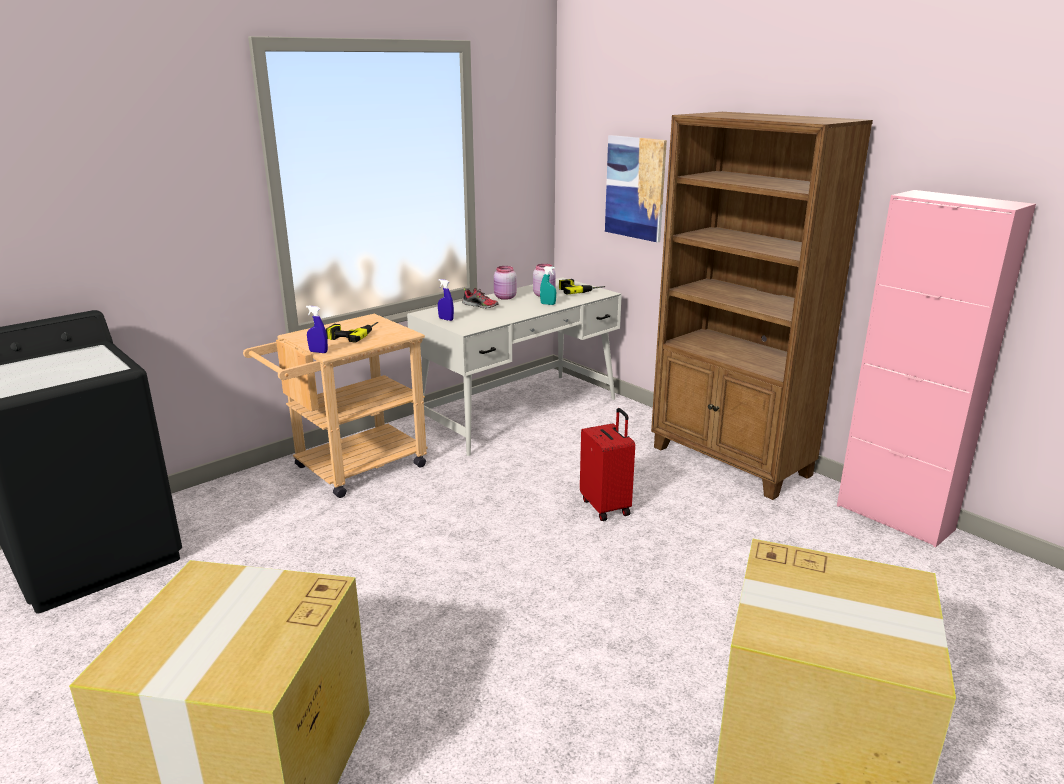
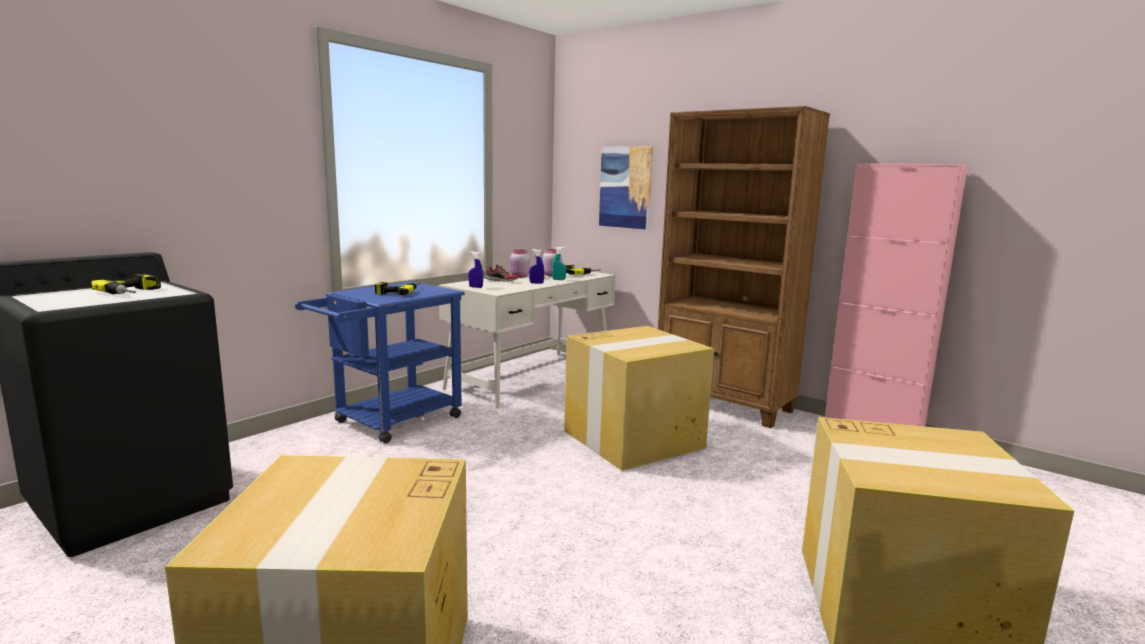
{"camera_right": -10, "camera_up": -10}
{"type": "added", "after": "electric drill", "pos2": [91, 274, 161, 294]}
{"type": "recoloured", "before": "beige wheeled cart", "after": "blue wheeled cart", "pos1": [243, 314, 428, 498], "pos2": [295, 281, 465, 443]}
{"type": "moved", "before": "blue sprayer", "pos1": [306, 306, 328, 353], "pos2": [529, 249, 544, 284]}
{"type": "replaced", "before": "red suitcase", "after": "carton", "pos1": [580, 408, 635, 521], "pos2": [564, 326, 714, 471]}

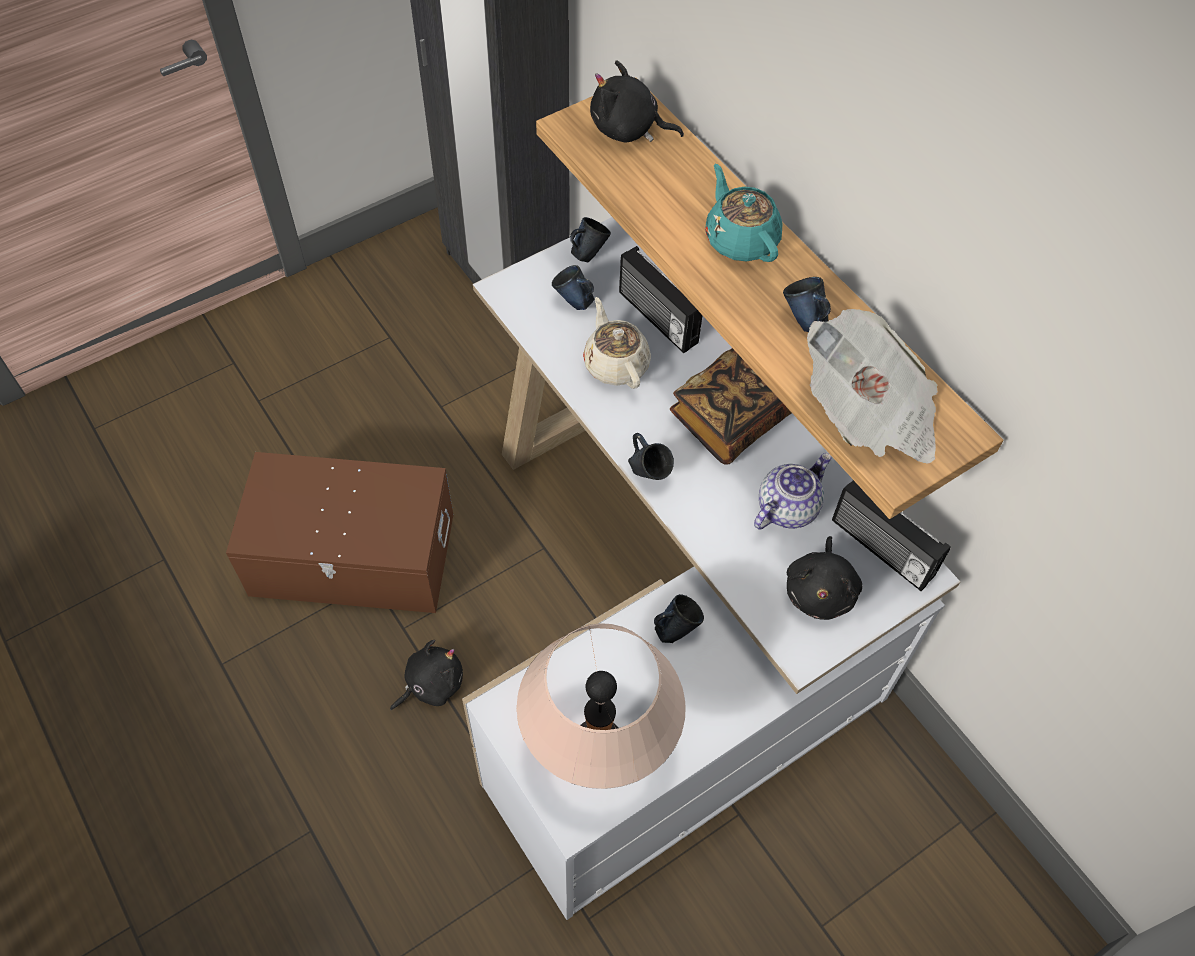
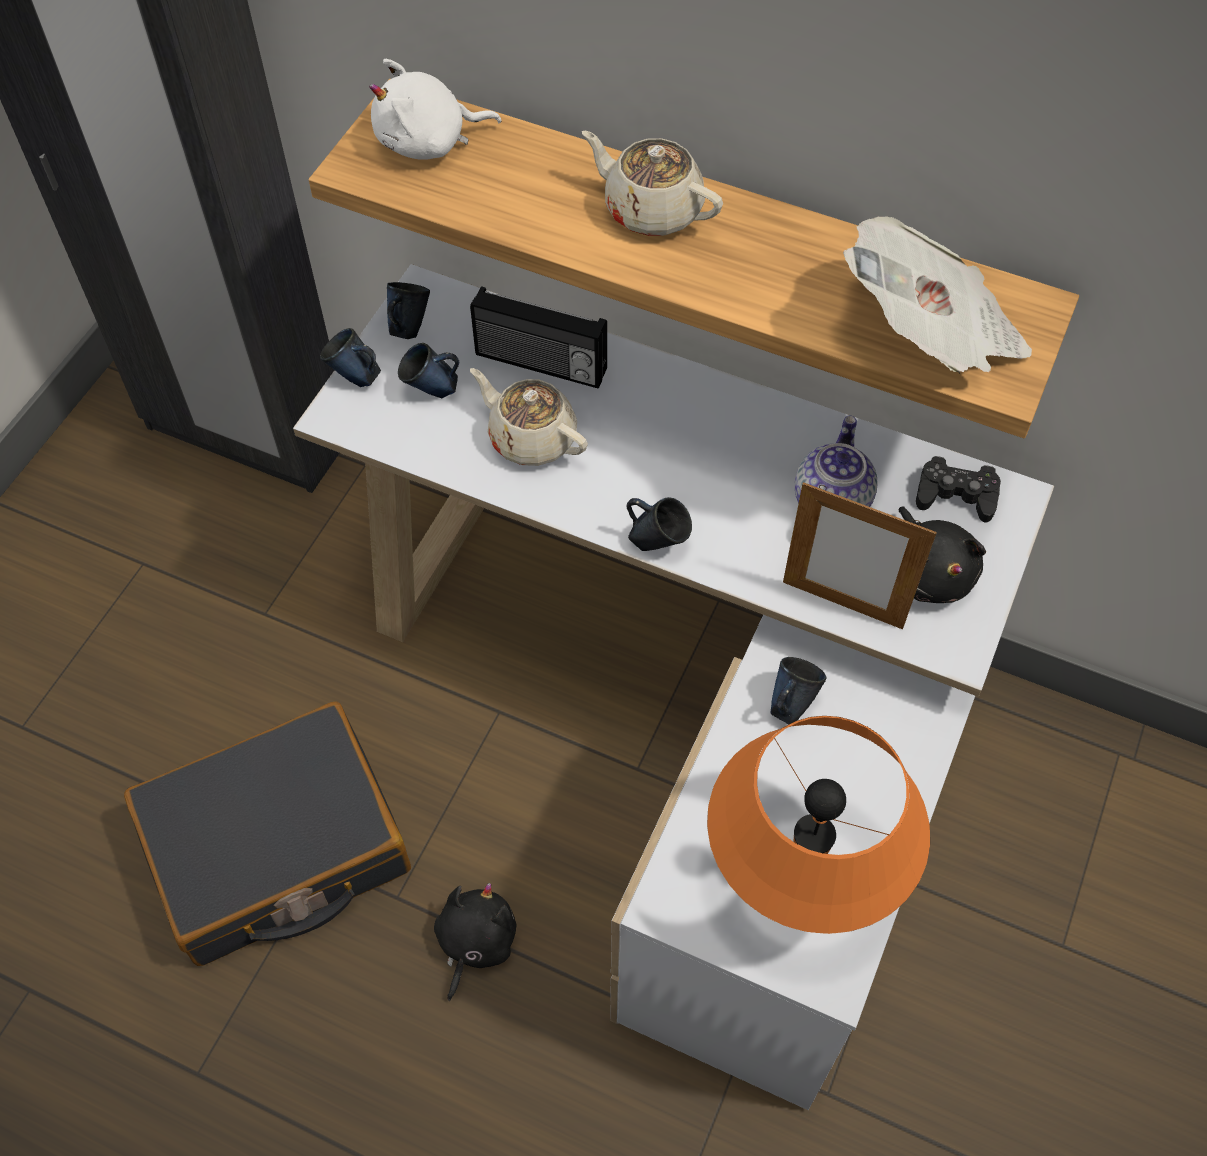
{"camera_right": -30, "camera_up": 0}
{"type": "replaced", "before": "brown-coloured storage container", "after": "blackish suitcase", "pos1": [226, 452, 453, 613], "pos2": [124, 702, 411, 966]}
{"type": "moved", "before": "blue coffee mug", "pos1": [783, 277, 831, 332], "pos2": [320, 328, 381, 387]}
{"type": "recoloured", "before": "blackish plush toy", "after": "whitish plush toy", "pos1": [590, 60, 684, 143], "pos2": [369, 59, 502, 160]}
{"type": "recoloured", "before": "turquoise tea pot", "after": "beige tea pot", "pos1": [705, 164, 782, 262], "pos2": [582, 131, 723, 236]}
{"type": "recoloured", "before": "beige tabletop lamp", "after": "orange-coloured tabletop lamp", "pos1": [517, 623, 685, 789], "pos2": [707, 716, 930, 934]}
{"type": "added", "after": "photo frame", "pos2": [783, 482, 937, 629]}
{"type": "replaced", "before": "radio", "after": "blackish gamepad", "pos1": [832, 480, 951, 591], "pos2": [916, 456, 1001, 523]}
{"type": "removed", "before": "volume", "pos1": [670, 348, 792, 465]}

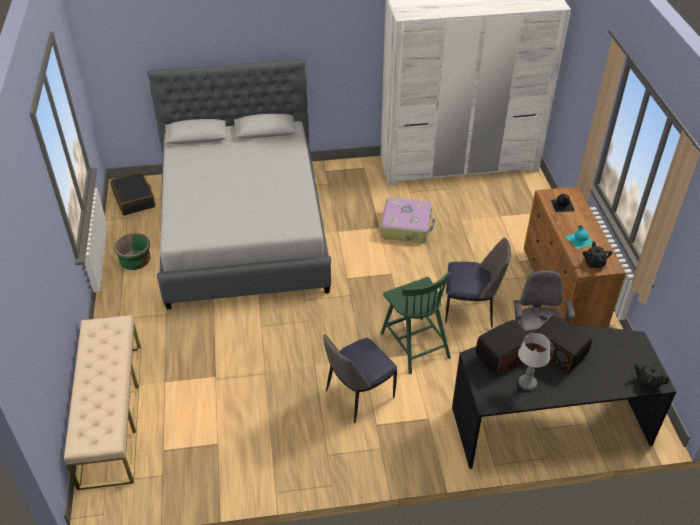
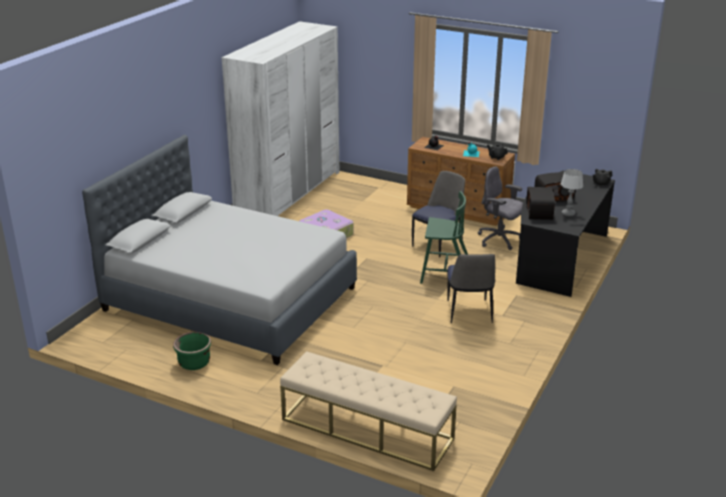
{"camera_right": -55, "camera_up": -15}
{"type": "removed", "before": "blackish suitcase", "pos1": [110, 172, 155, 216]}

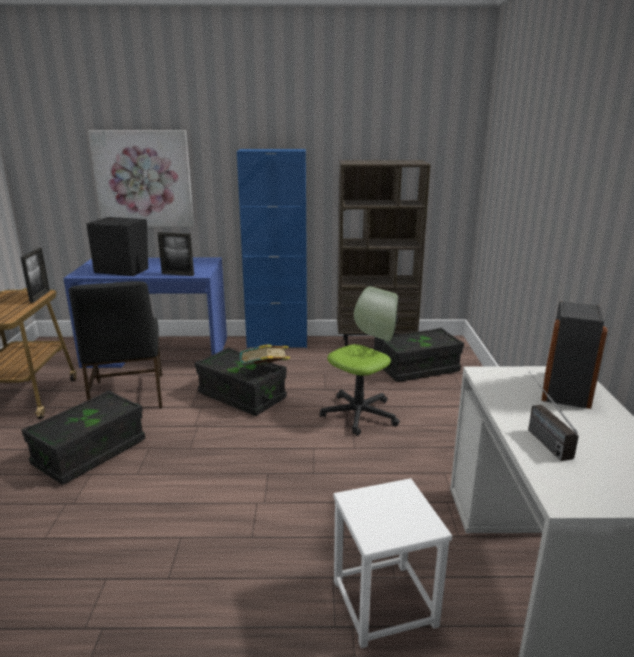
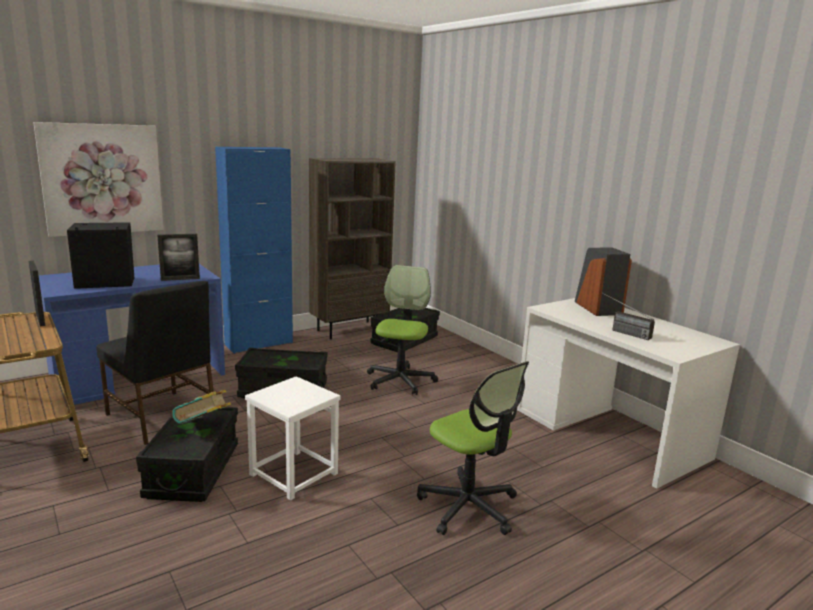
{"camera_right": -35, "camera_up": -5}
{"type": "moved", "before": "volume", "pos1": [240, 344, 290, 364], "pos2": [172, 390, 231, 424]}
{"type": "moved", "before": "whitish stool seat", "pos1": [333, 478, 452, 648], "pos2": [245, 376, 340, 500]}
{"type": "added", "after": "desk chair", "pos2": [417, 361, 529, 535]}

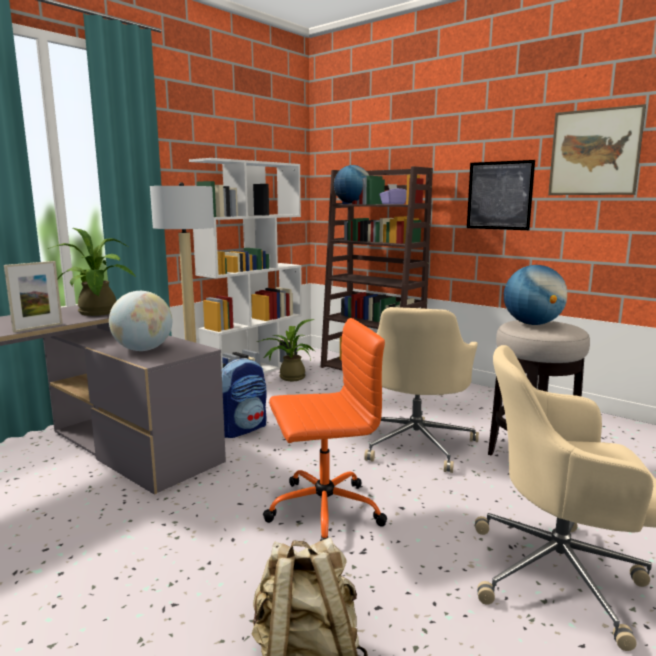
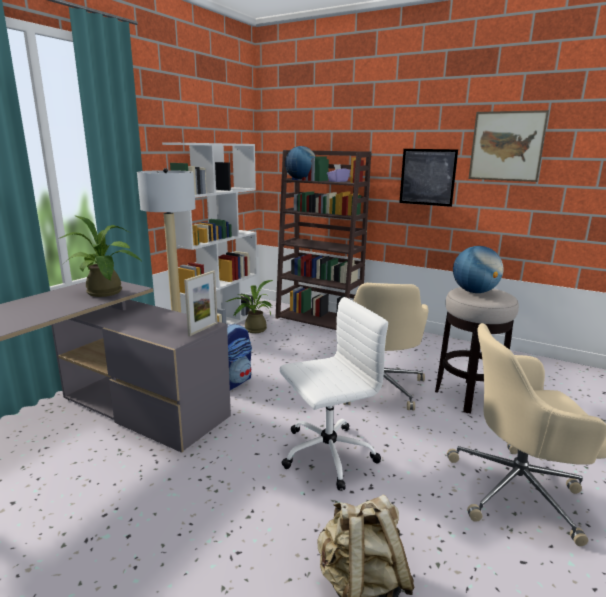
{"camera_right": -10, "camera_up": 5}
{"type": "moved", "before": "photo frame", "pos1": [4, 261, 63, 332], "pos2": [184, 271, 218, 336]}
{"type": "recoloured", "before": "orange-coloured desk chair", "after": "whitish desk chair", "pos1": [263, 318, 387, 541], "pos2": [280, 297, 388, 490]}
{"type": "removed", "before": "world globe", "pos1": [109, 291, 172, 351]}

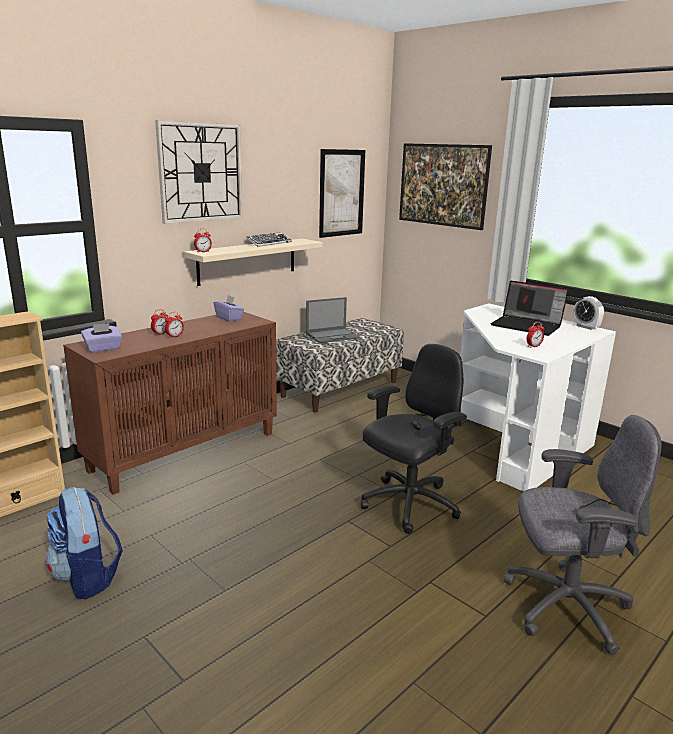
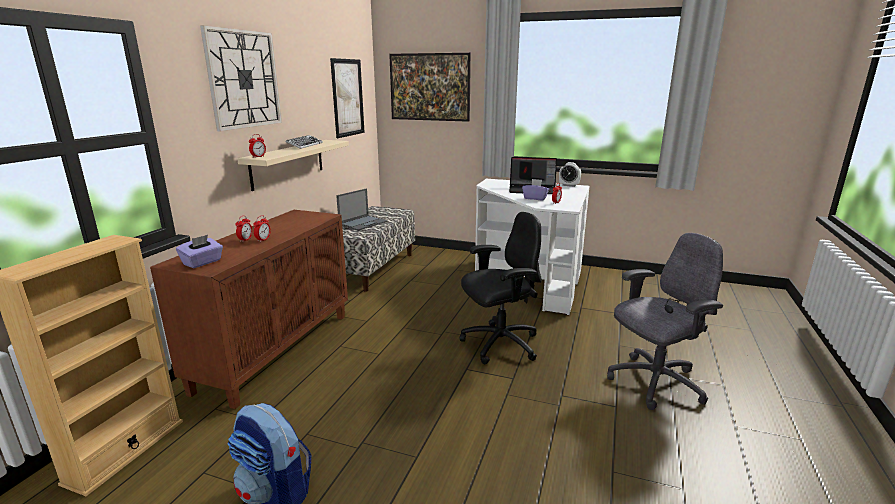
{"camera_right": -25, "camera_up": 0}
{"type": "turned", "before": "blackish desk chair", "pos1": [361, 344, 467, 534], "pos2": [460, 212, 542, 364], "turn": 45}
{"type": "moved", "before": "purple-coloured tissue box", "pos1": [213, 295, 244, 322], "pos2": [522, 179, 549, 200]}

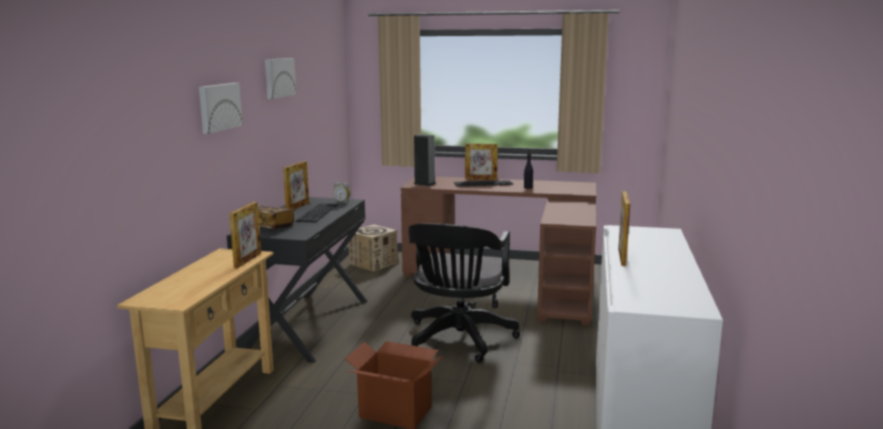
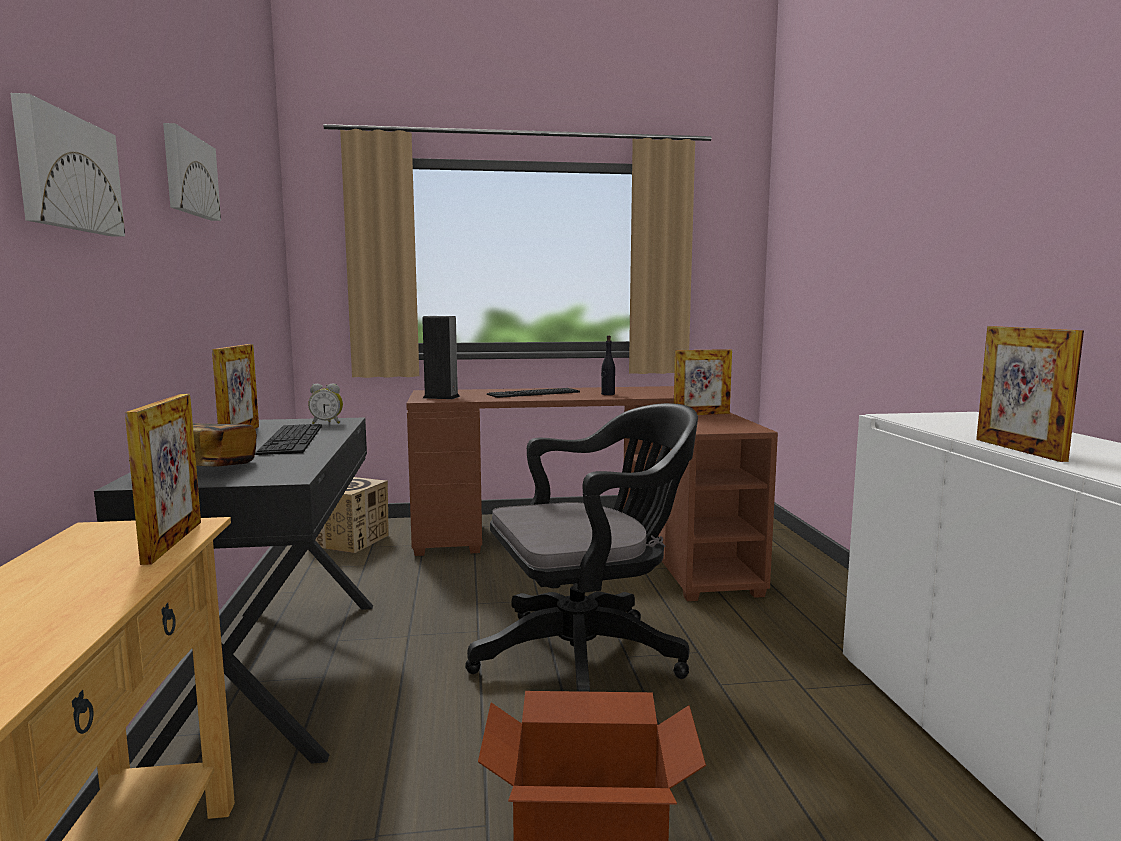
{"camera_right": -20, "camera_up": -5}
{"type": "turned", "before": "blackish desk chair", "pos1": [408, 223, 520, 363], "pos2": [465, 403, 698, 692], "turn": -105}
{"type": "moved", "before": "photo frame", "pos1": [465, 143, 498, 180], "pos2": [674, 349, 732, 415]}

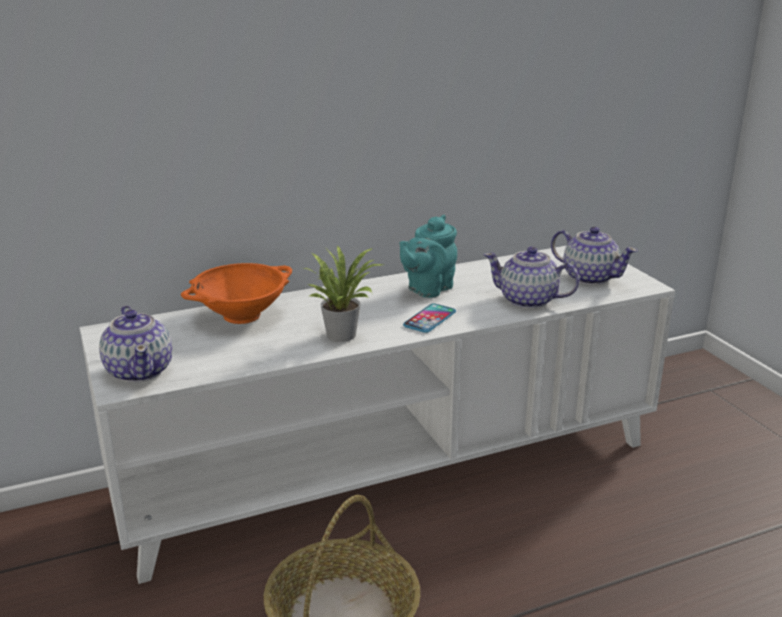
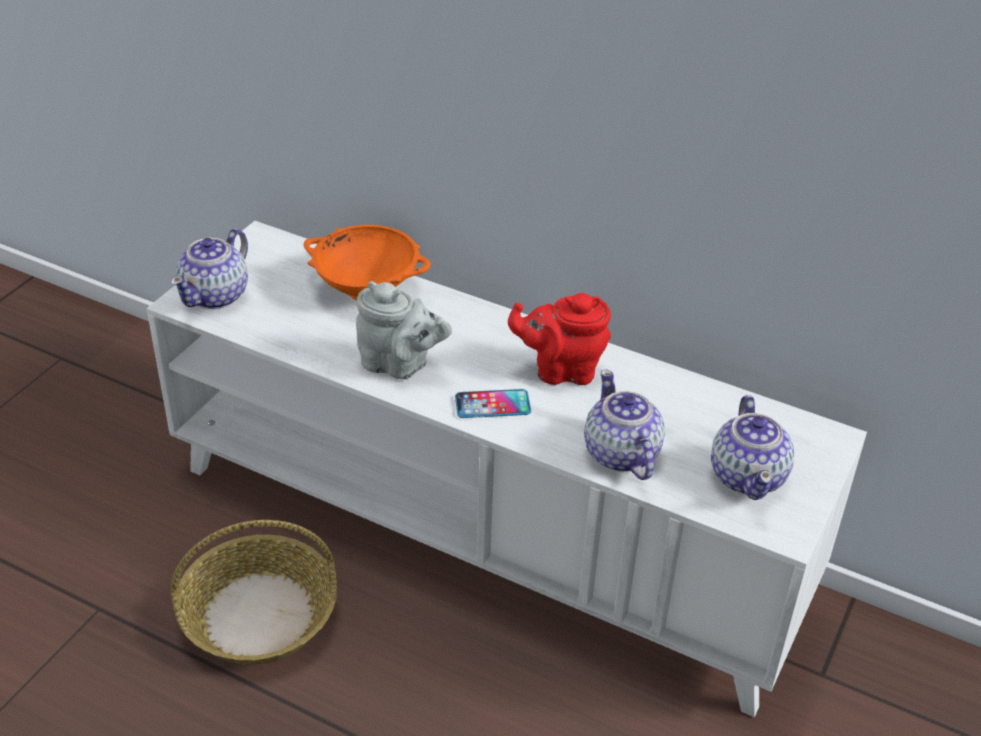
{"camera_right": 50, "camera_up": 15}
{"type": "replaced", "before": "plant in a pot", "after": "grey tea pot", "pos1": [304, 246, 383, 342], "pos2": [356, 281, 452, 379]}
{"type": "recoloured", "before": "turquoise tea pot", "after": "red tea pot", "pos1": [399, 215, 457, 298], "pos2": [508, 293, 611, 385]}

